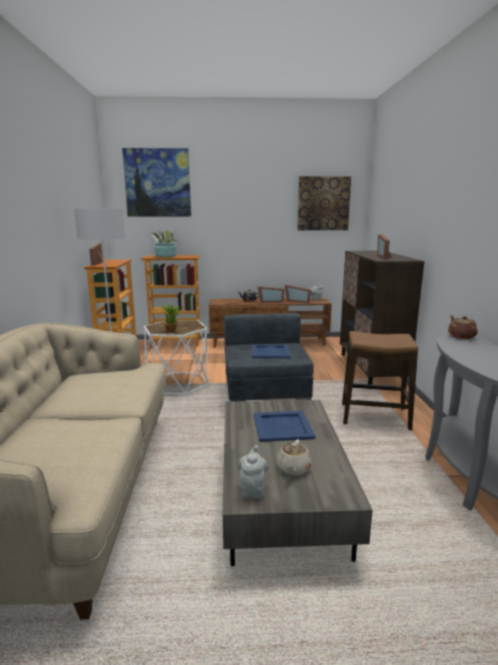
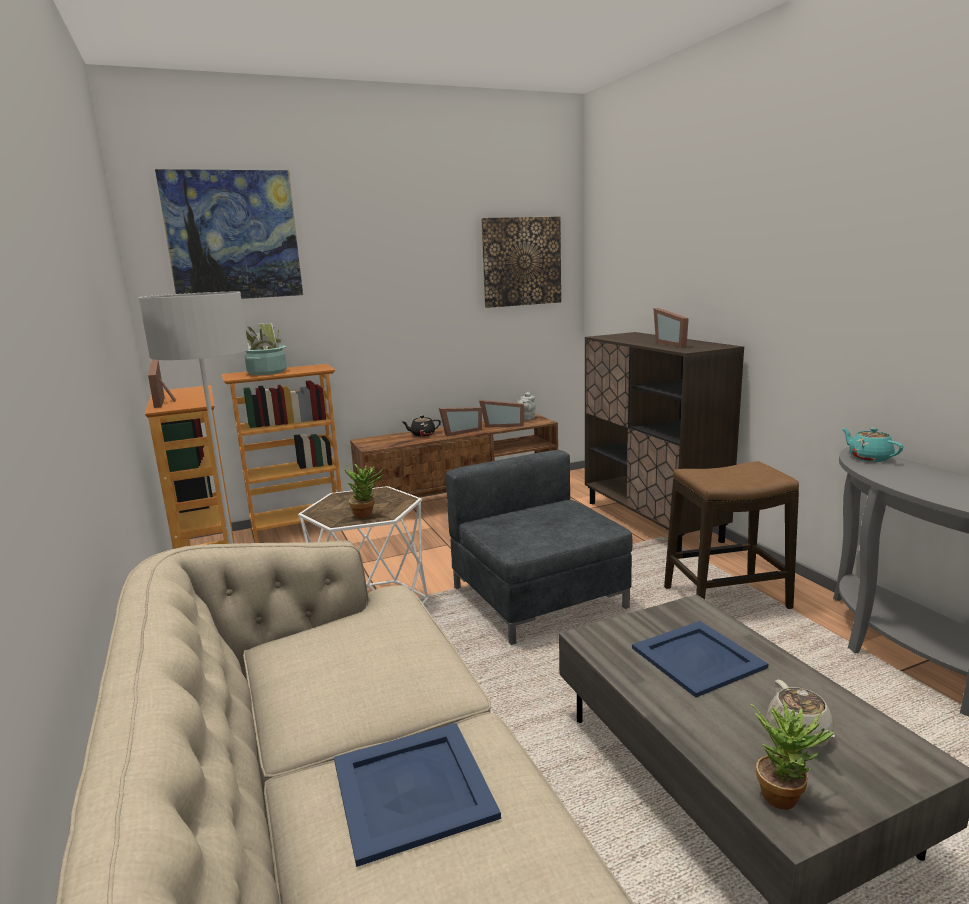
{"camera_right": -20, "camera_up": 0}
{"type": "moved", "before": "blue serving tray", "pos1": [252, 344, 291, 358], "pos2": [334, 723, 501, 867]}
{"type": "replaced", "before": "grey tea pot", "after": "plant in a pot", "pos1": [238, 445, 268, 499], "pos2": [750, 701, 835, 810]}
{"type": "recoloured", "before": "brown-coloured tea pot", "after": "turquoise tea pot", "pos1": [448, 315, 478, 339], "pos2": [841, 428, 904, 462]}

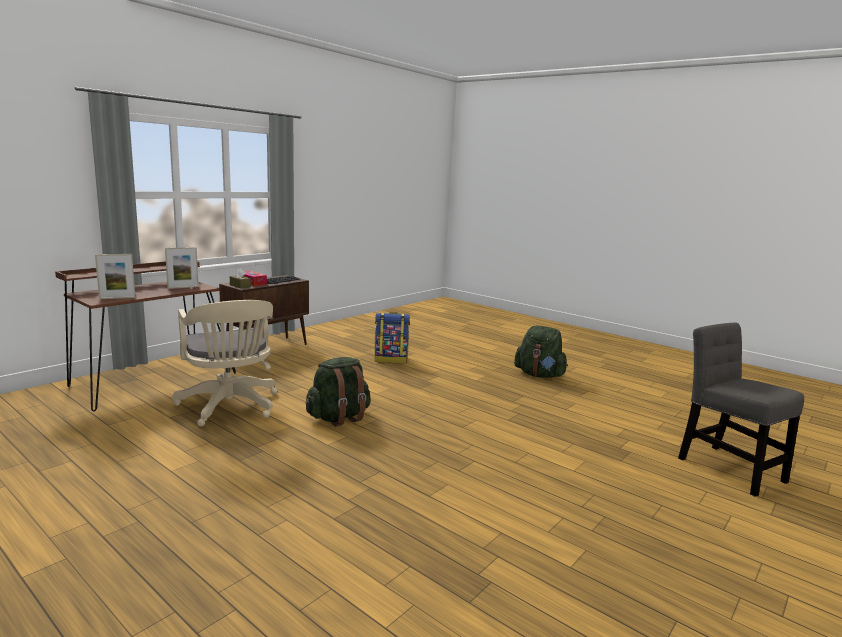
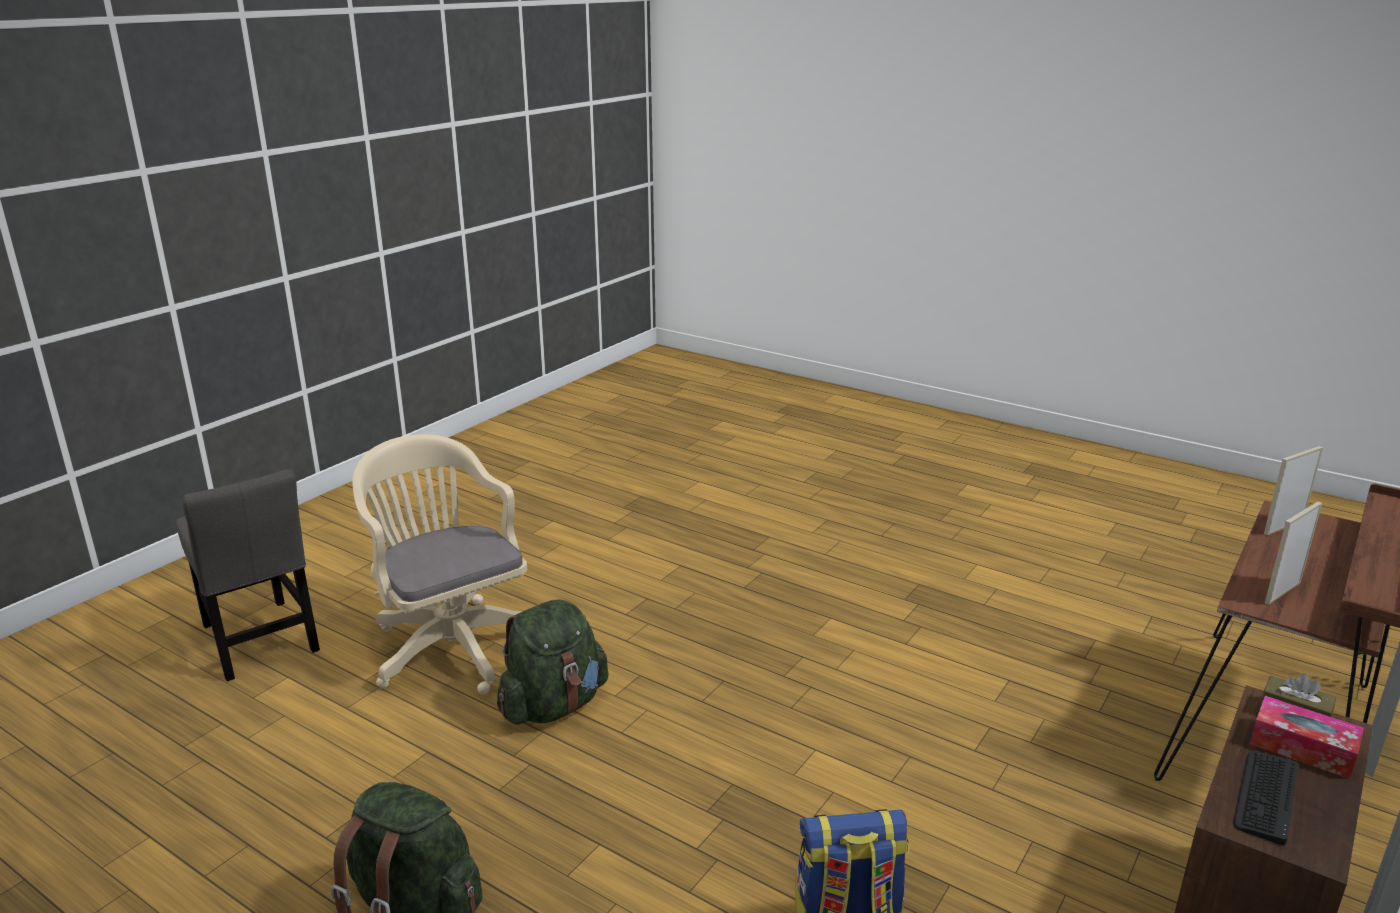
{"camera_right": 175, "camera_up": 10}
{"type": "moved", "before": "beige desk chair", "pos1": [172, 300, 277, 427], "pos2": [352, 434, 527, 695]}
{"type": "moved", "before": "green knapsack", "pos1": [305, 357, 371, 426], "pos2": [497, 599, 608, 725]}

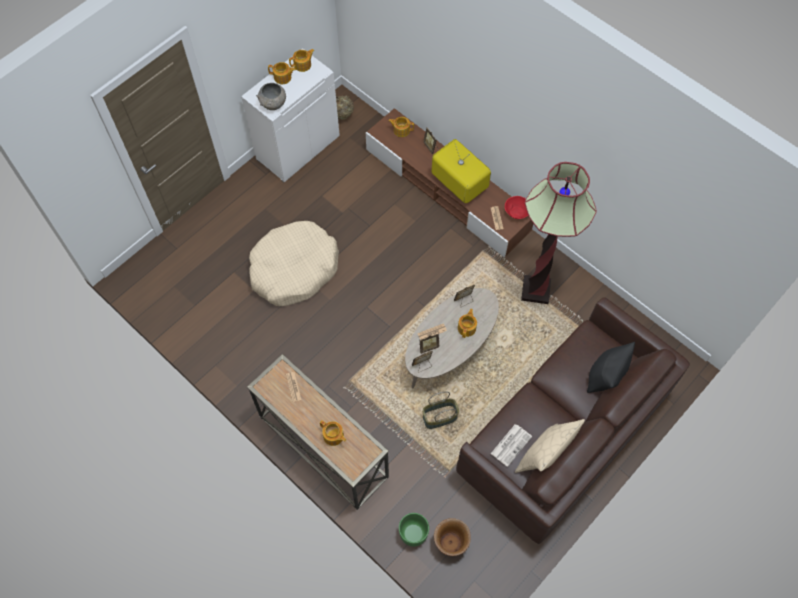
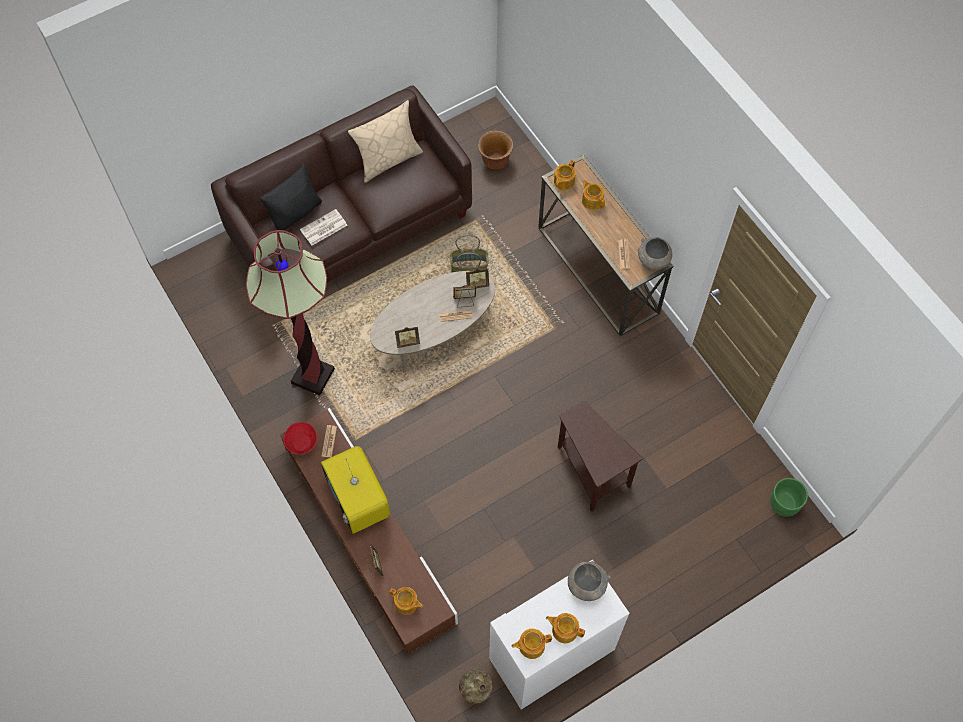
{"camera_right": -165, "camera_up": 0}
{"type": "moved", "before": "daily paper", "pos1": [491, 424, 532, 467], "pos2": [300, 209, 347, 246]}
{"type": "moved", "before": "tea pot", "pos1": [458, 309, 477, 338], "pos2": [554, 160, 576, 190]}
{"type": "replaced", "before": "beige dog bed", "after": "brown-coloured accent table", "pos1": [249, 221, 339, 306], "pos2": [558, 401, 643, 512]}
{"type": "added", "after": "grey serving bowl", "pos2": [638, 237, 672, 270]}
{"type": "moved", "before": "green flower pot", "pos1": [399, 513, 429, 547], "pos2": [770, 478, 808, 517]}

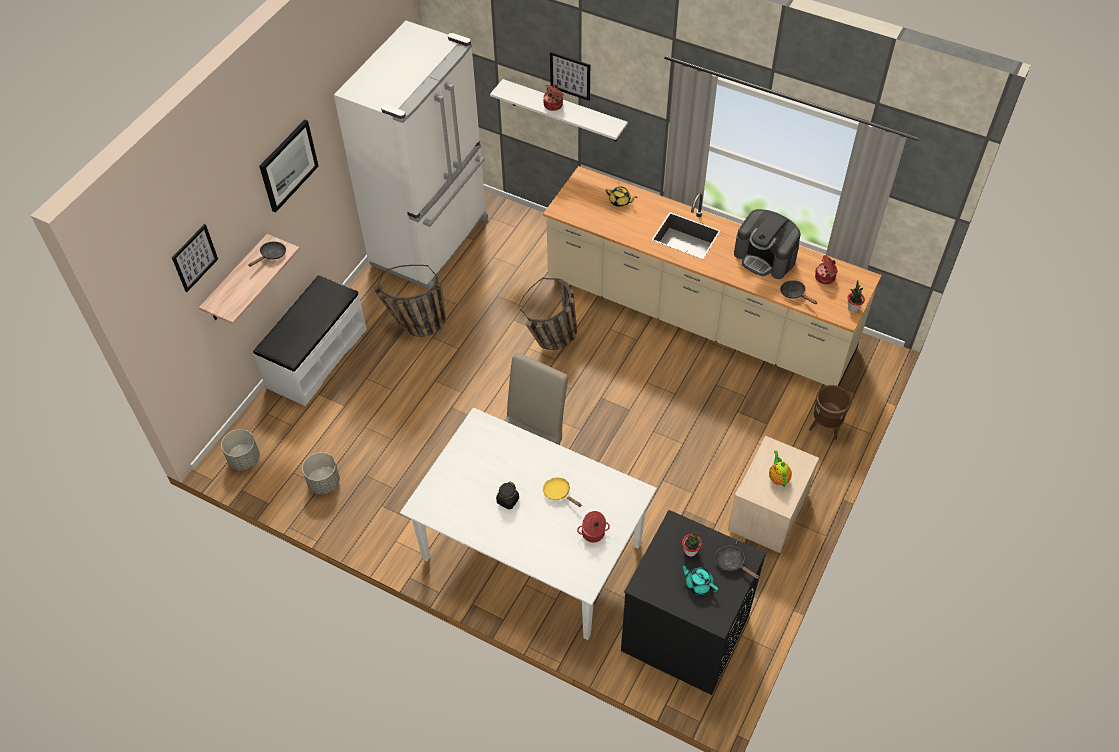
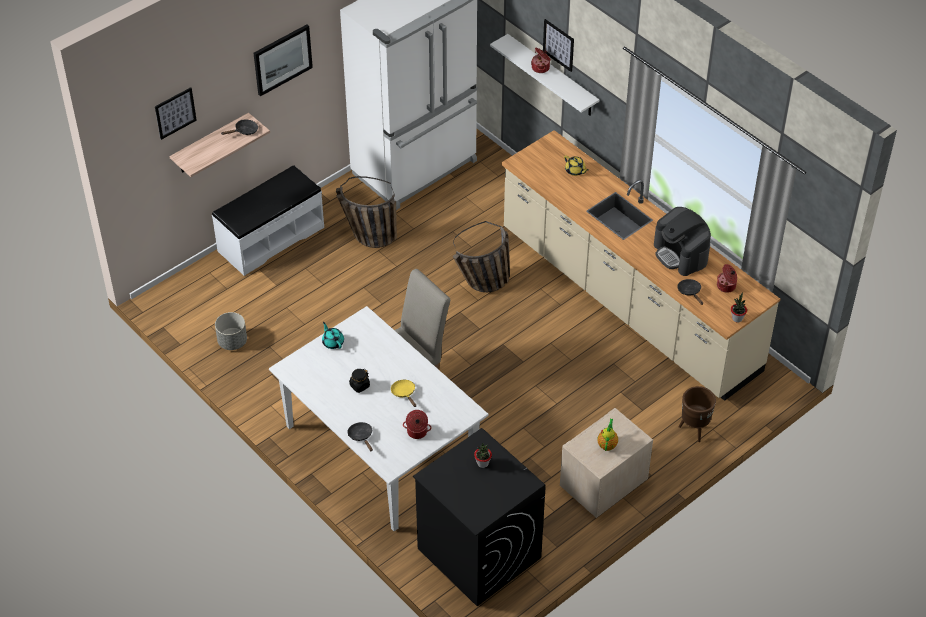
{"camera_right": 20, "camera_up": -5}
{"type": "moved", "before": "turquoise tea pot", "pos1": [680, 564, 718, 595], "pos2": [322, 322, 344, 349]}
{"type": "moved", "before": "blackish pan", "pos1": [715, 546, 759, 579], "pos2": [348, 422, 373, 451]}
{"type": "removed", "before": "grey flower pot", "pos1": [221, 429, 260, 470]}

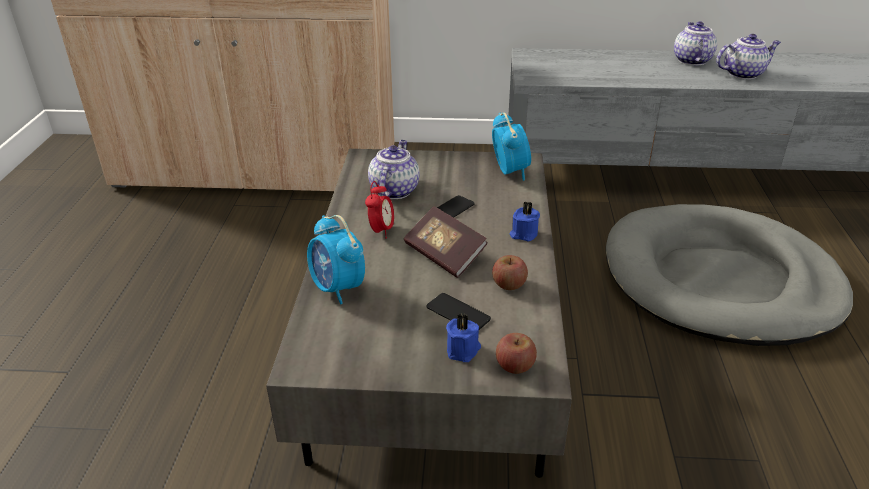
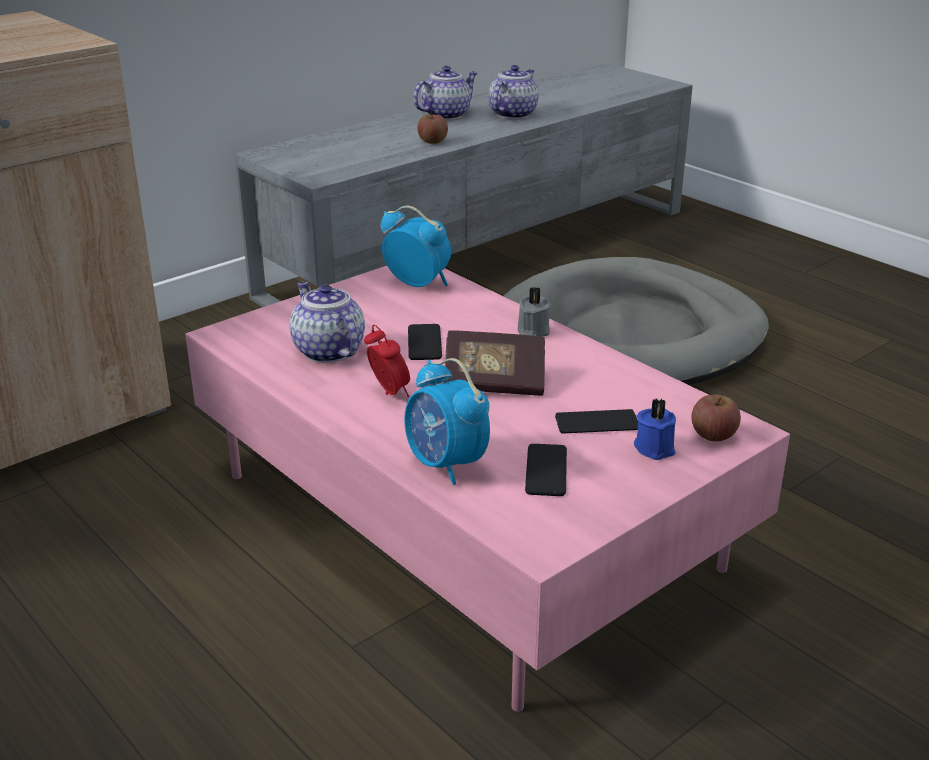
{"camera_right": -45, "camera_up": -5}
{"type": "recoloured", "before": "grey coffee table", "after": "pink coffee table", "pos1": [266, 149, 572, 478], "pos2": [185, 266, 790, 712]}
{"type": "turned", "before": "bedside clock", "pos1": [307, 215, 365, 304], "pos2": [404, 358, 490, 485], "turn": 45}
{"type": "turned", "before": "tea pot", "pos1": [674, 22, 717, 65], "pos2": [413, 66, 477, 120], "turn": 90}
{"type": "moved", "before": "apple", "pos1": [492, 255, 528, 290], "pos2": [417, 114, 448, 144]}
{"type": "recoloured", "before": "blue wax light", "after": "grey wax light", "pos1": [510, 201, 540, 241], "pos2": [518, 287, 551, 336]}
{"type": "added", "after": "handset", "pos2": [525, 444, 567, 496]}

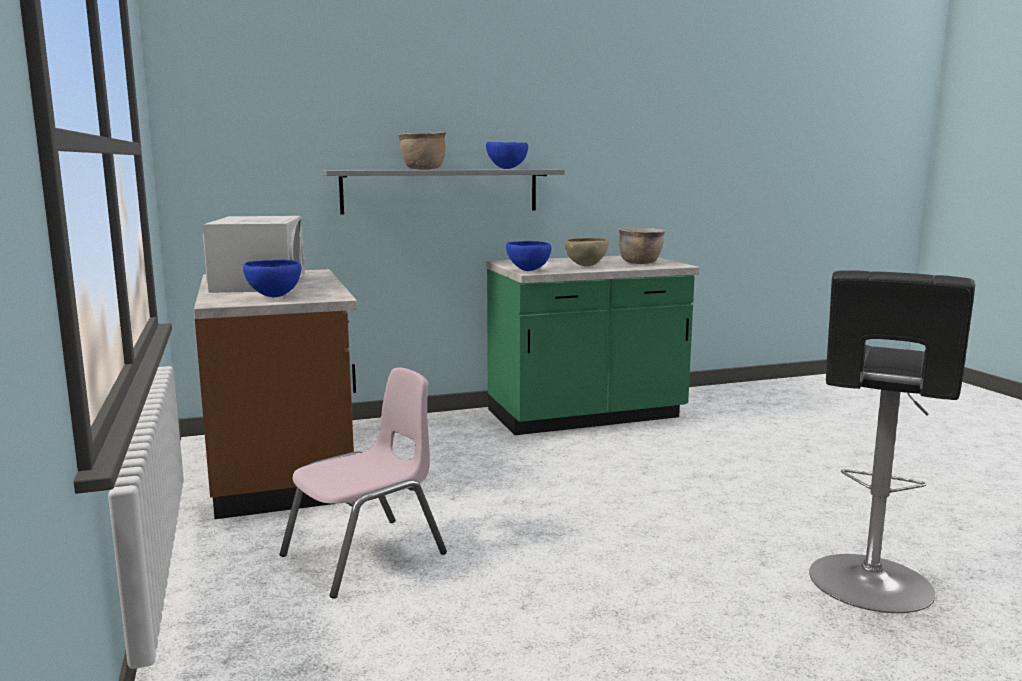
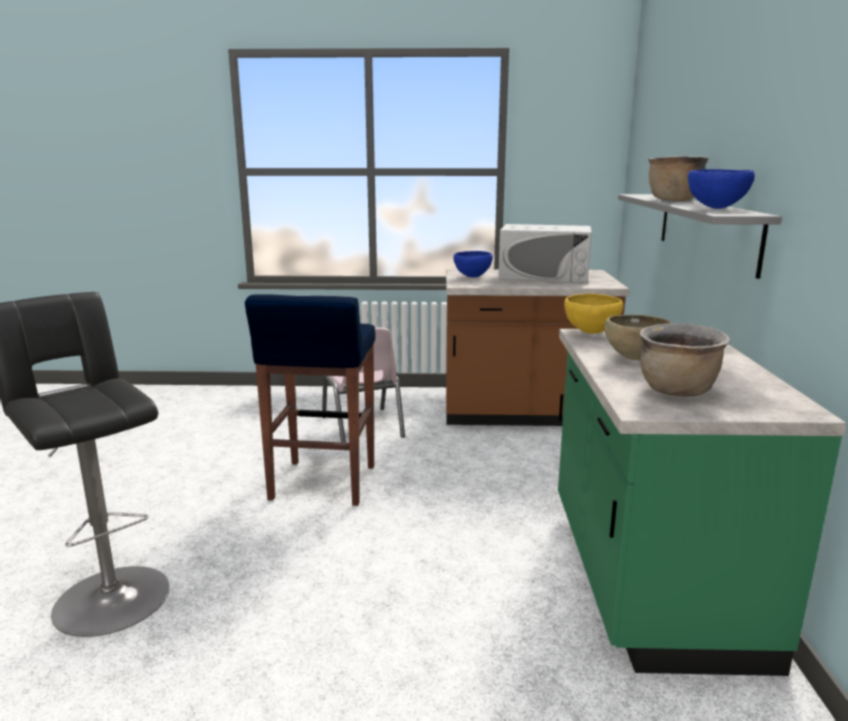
{"camera_right": 110, "camera_up": 5}
{"type": "added", "after": "blue stool seat", "pos2": [245, 294, 376, 506]}
{"type": "recoloured", "before": "blue serving bowl", "after": "yellow serving bowl", "pos1": [506, 241, 552, 271], "pos2": [564, 294, 623, 334]}

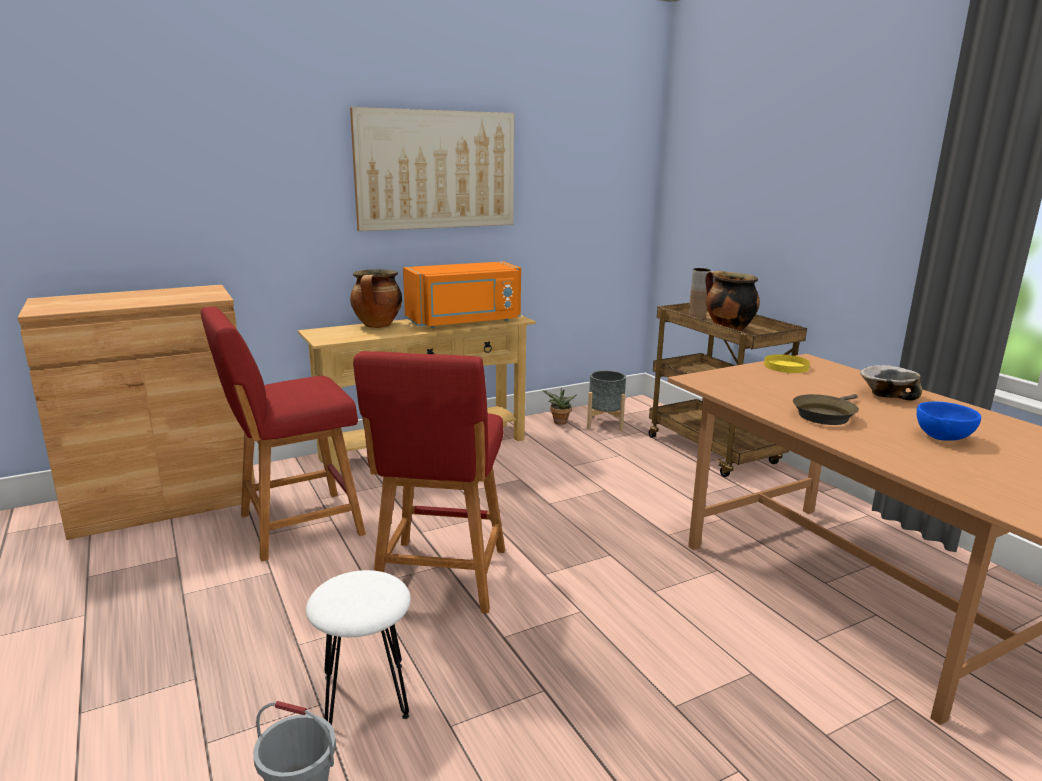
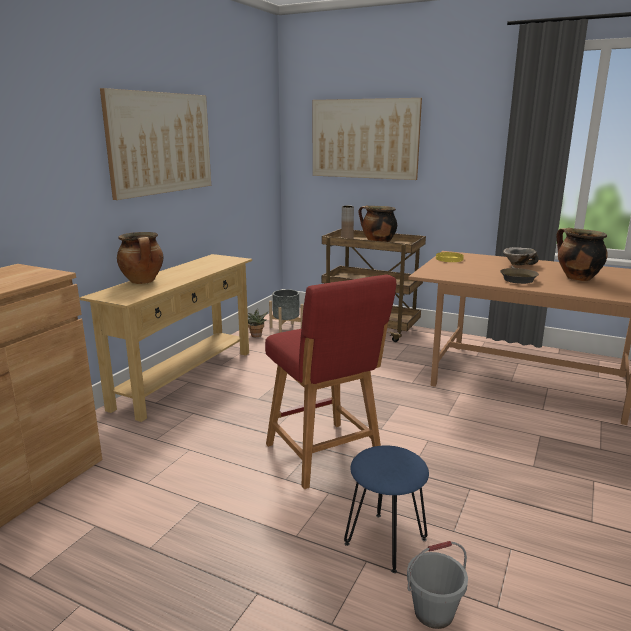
{"camera_right": -35, "camera_up": 0}
{"type": "added", "after": "wall art", "pos2": [313, 98, 422, 180]}
{"type": "recoloured", "before": "whitish stool seat", "after": "blue stool seat", "pos1": [306, 570, 411, 724], "pos2": [344, 445, 429, 573]}
{"type": "replaced", "before": "blue serving bowl", "after": "stockpot", "pos1": [917, 402, 981, 441], "pos2": [557, 228, 608, 281]}
{"type": "removed", "before": "red stool seat", "pos1": [201, 306, 366, 561]}
{"type": "removed", "before": "orange-coloured microwave", "pos1": [403, 261, 521, 328]}

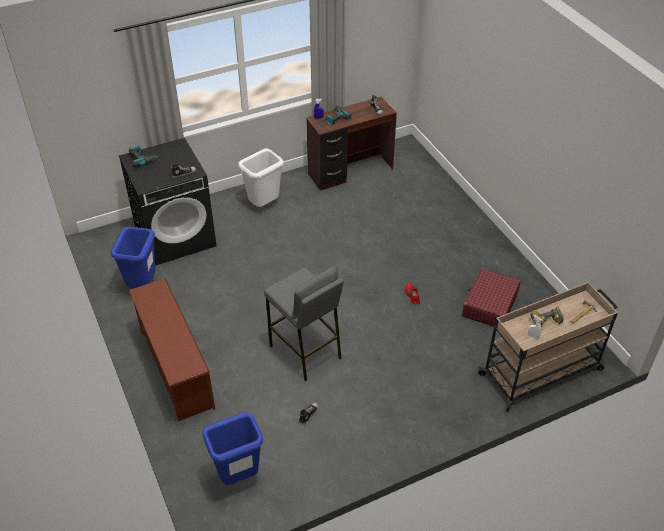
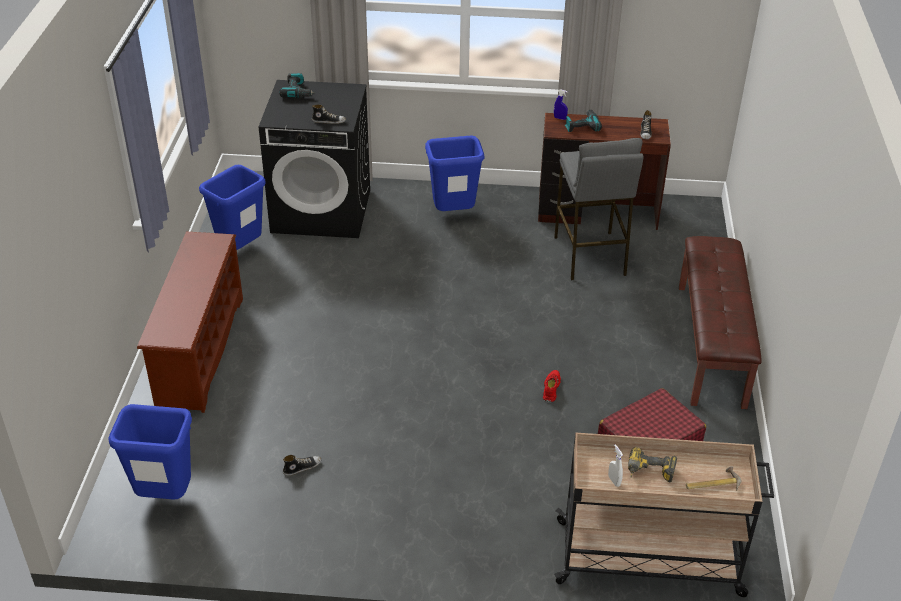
{"camera_right": 30, "camera_up": -5}
{"type": "recoloured", "before": "whitish waste bin", "after": "blue waste bin", "pos1": [238, 148, 284, 207], "pos2": [425, 136, 484, 211]}
{"type": "moved", "before": "grey stool seat", "pos1": [264, 266, 344, 381], "pos2": [554, 138, 644, 280]}
{"type": "added", "after": "brown-coloured long seat", "pos2": [679, 236, 762, 409]}

